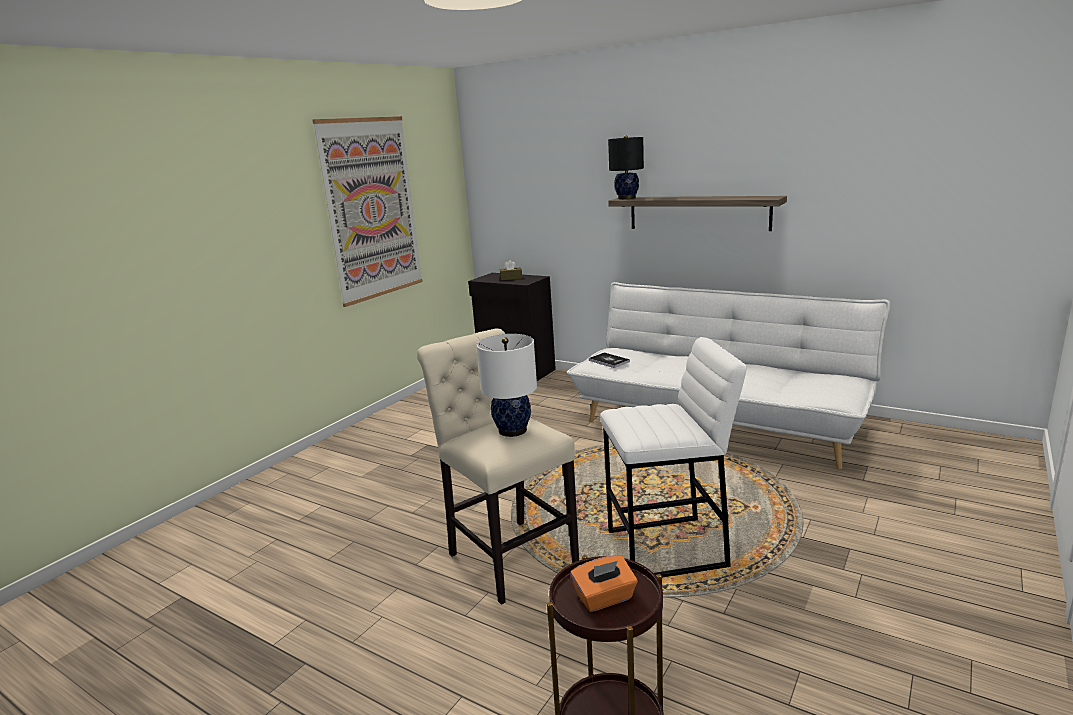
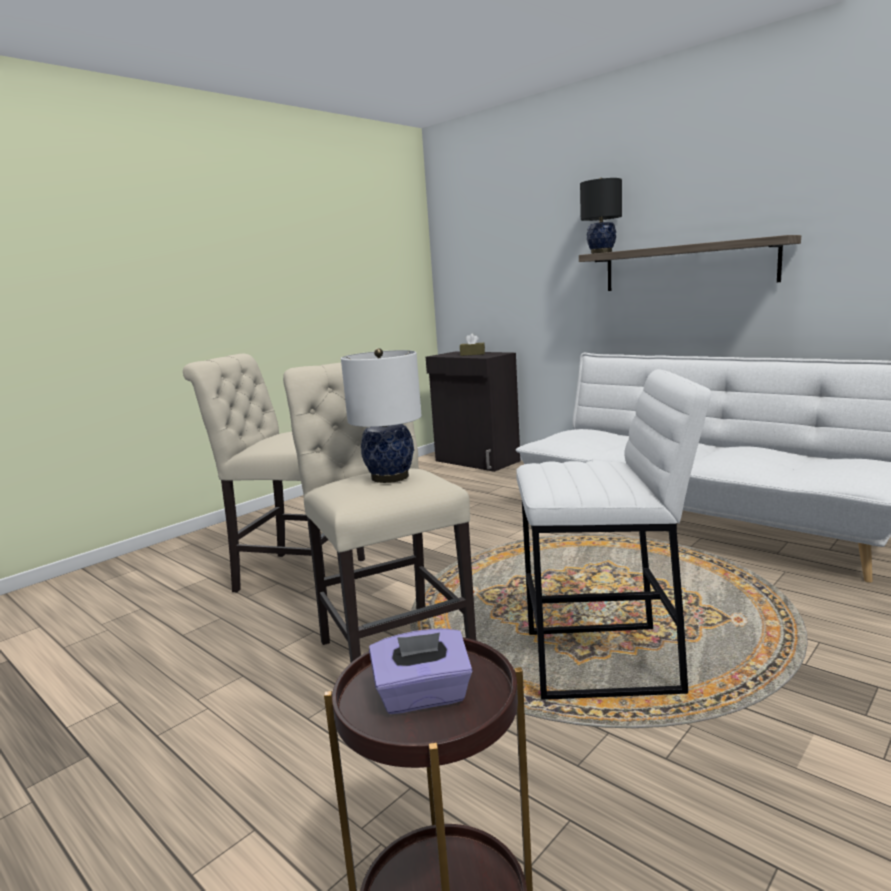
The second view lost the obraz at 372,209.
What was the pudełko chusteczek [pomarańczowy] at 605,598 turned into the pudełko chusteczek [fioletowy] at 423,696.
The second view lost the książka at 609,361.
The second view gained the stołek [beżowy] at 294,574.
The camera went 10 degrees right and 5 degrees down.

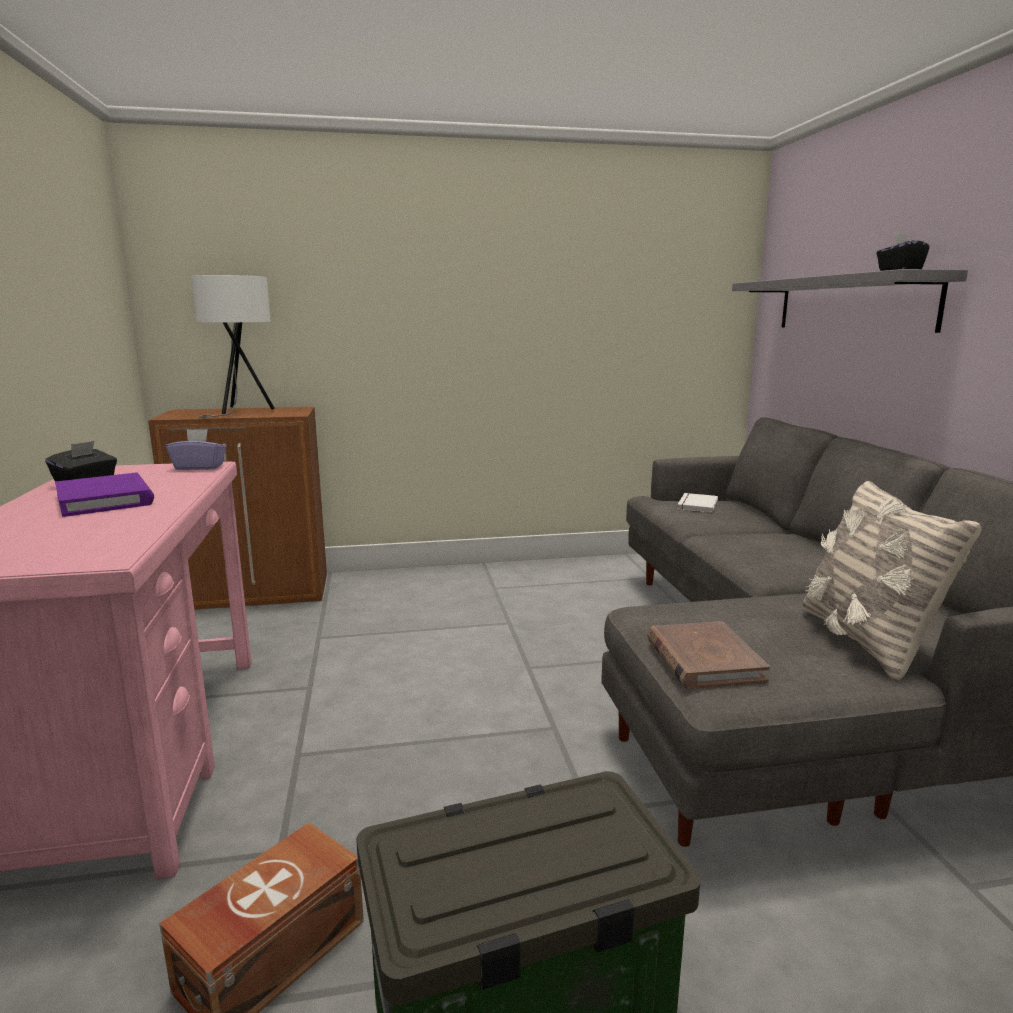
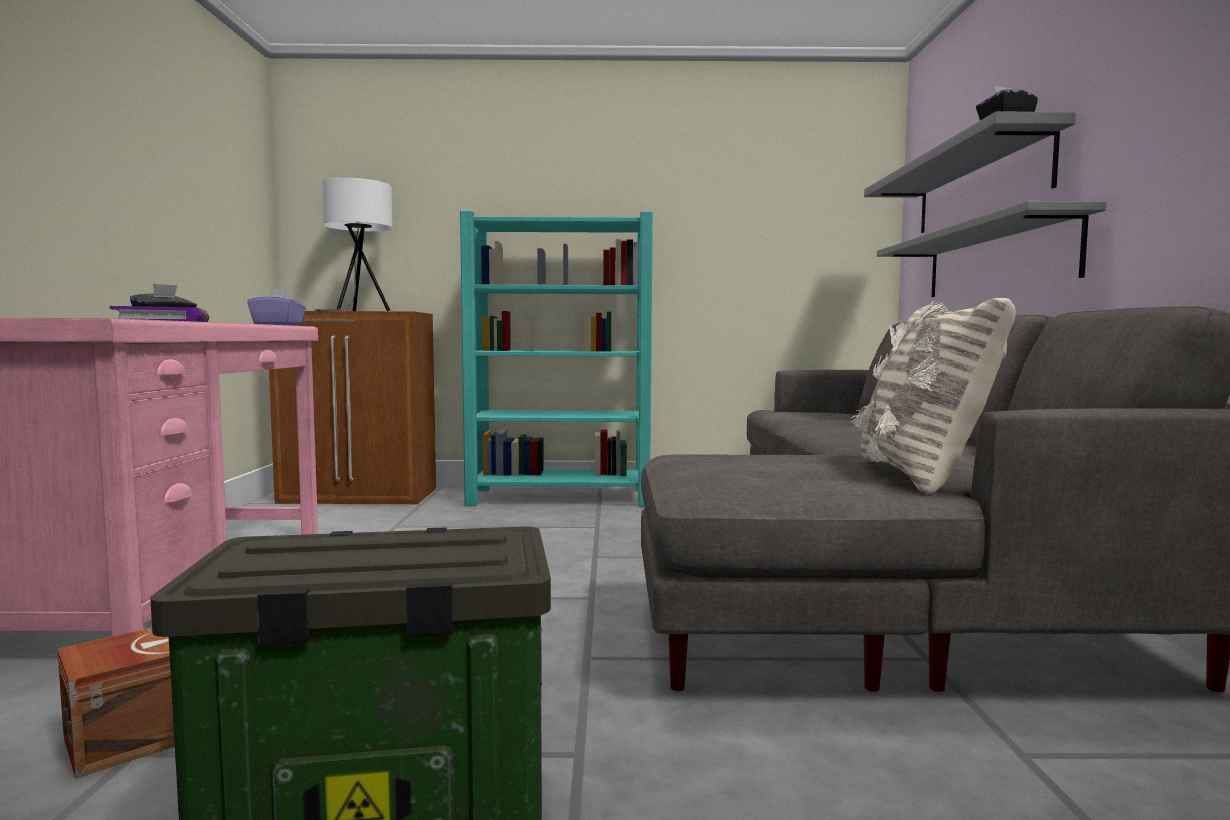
The second view lost the książka [brązowy] at 703,660.
The second view lost the książka [biały] at 696,505.
The second view gained the regał [turkusowy] at 560,497.
The second view gained the półka [szary] at 995,260.
The camera went 10 degrees right and 10 degrees down.

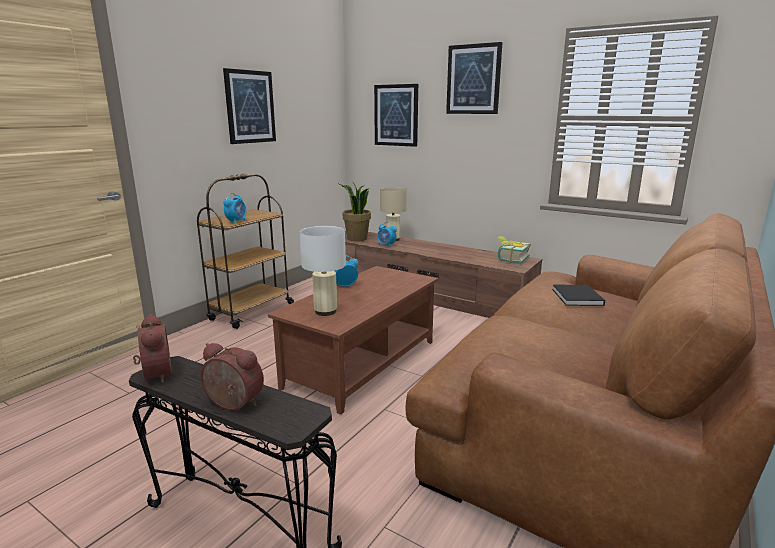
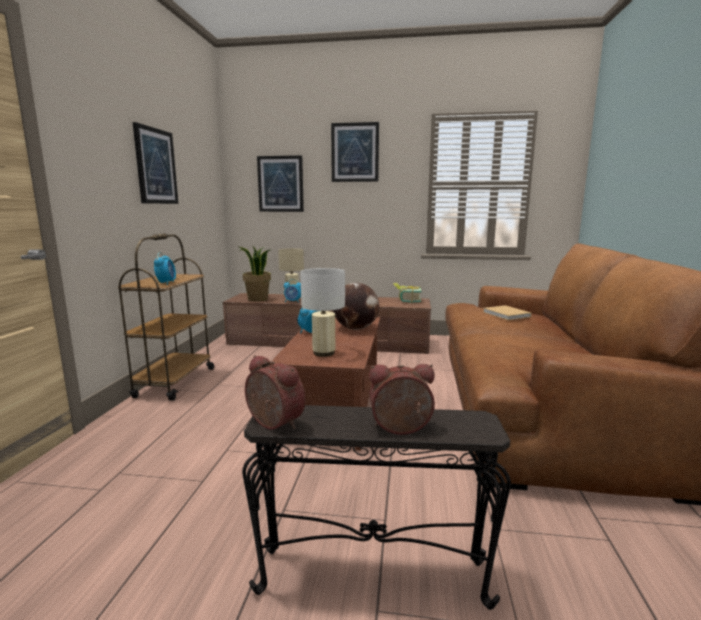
What was the książka [czarny] at 577,297 turned into the książka [beżowy] at 507,314.
The second view gained the globus at 355,328.
The camera went 25 degrees left and 5 degrees down.

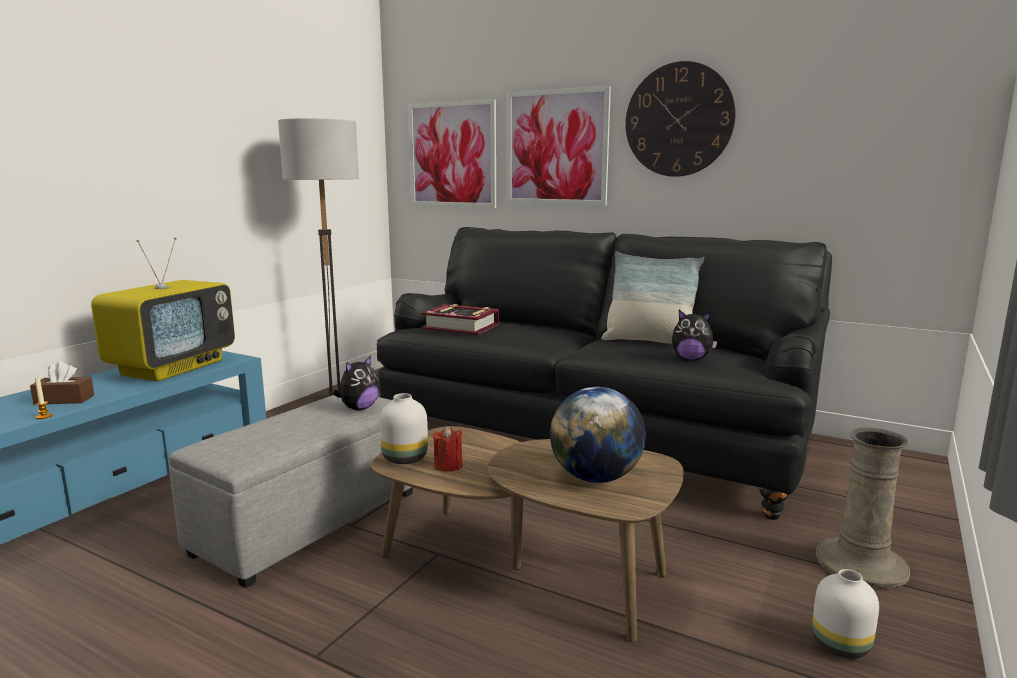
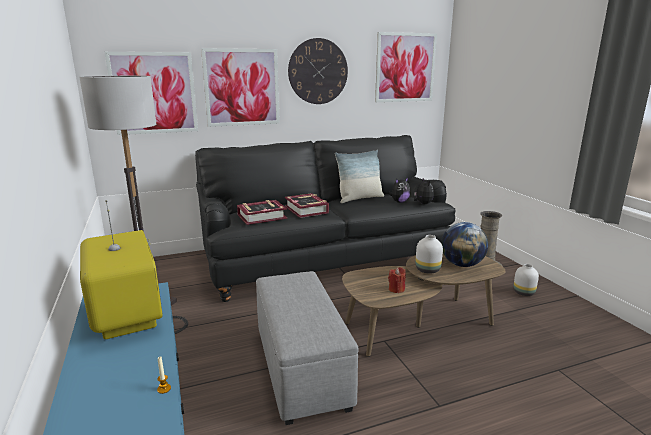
The second view lost the pudełko chusteczek [brązowy] at 64,400.
The pluszak ended up elsewhere, having gone from 359,408 to 422,203.
The wazon [biały] ended up elsewhere, having gone from 404,459 to 428,270.
The second view gained the książka at 306,210.
The second view gained the obraz at 405,67.
The camera went 50 degrees left and 5 degrees up.

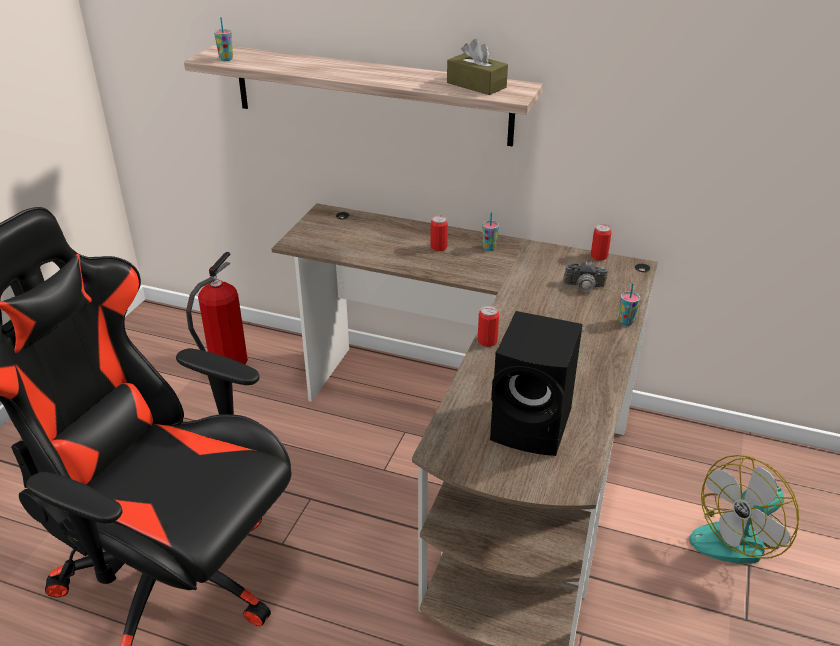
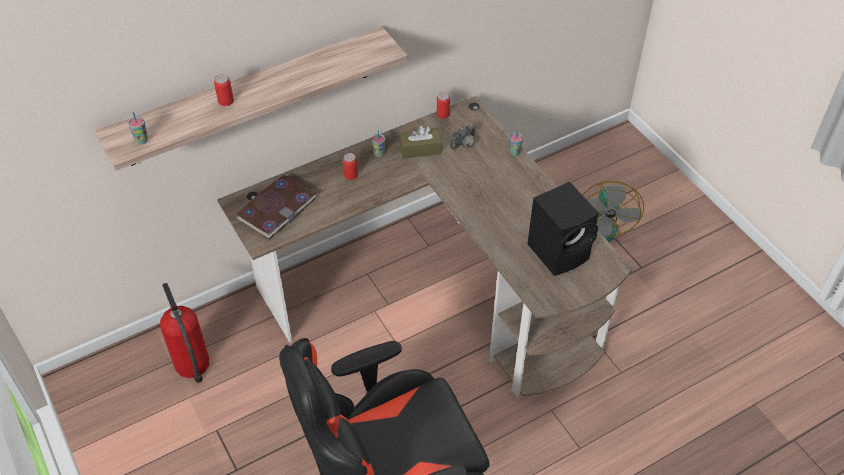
The pudełko chusteczek [brązowy] ended up elsewhere, having gone from 476,85 to 420,149.
The puszka ended up elsewhere, having gone from 487,341 to 226,101.
The second view gained the książka at 276,209.
The camera went 50 degrees left and 15 degrees up.

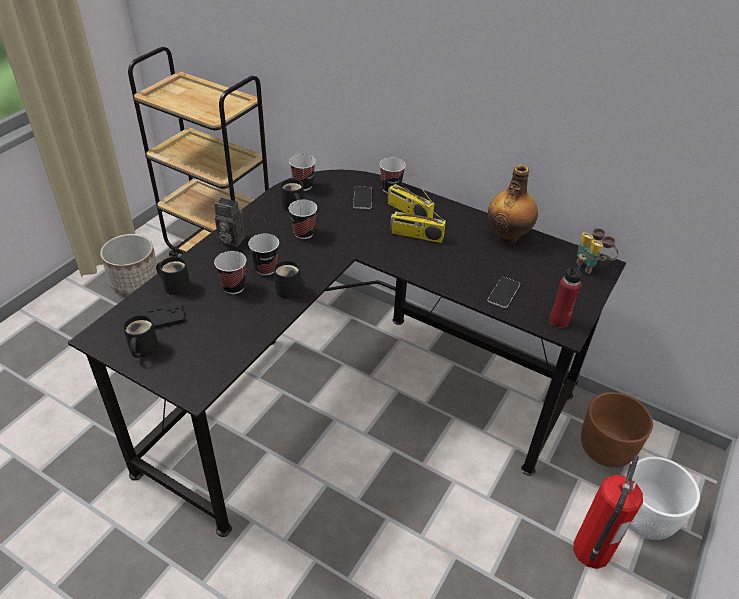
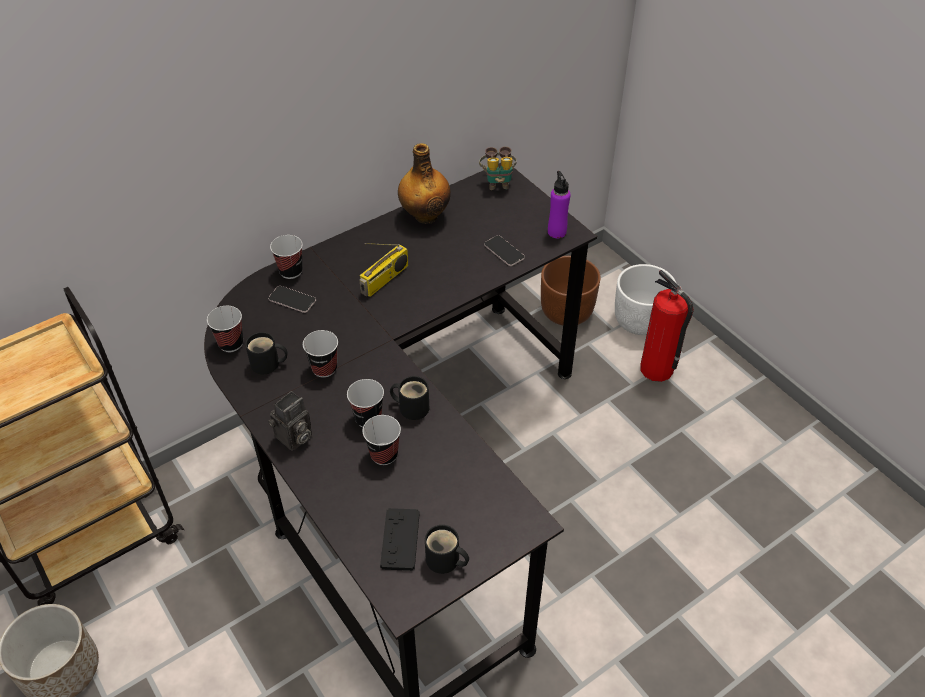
The second view lost the kubek [czarny] at 175,285.
The second view lost the radio at 408,211.
What was the butelka [czerwony] at 559,321 turned into the butelka [fioletowy] at 557,232.
The camera went 65 degrees left and 5 degrees up.

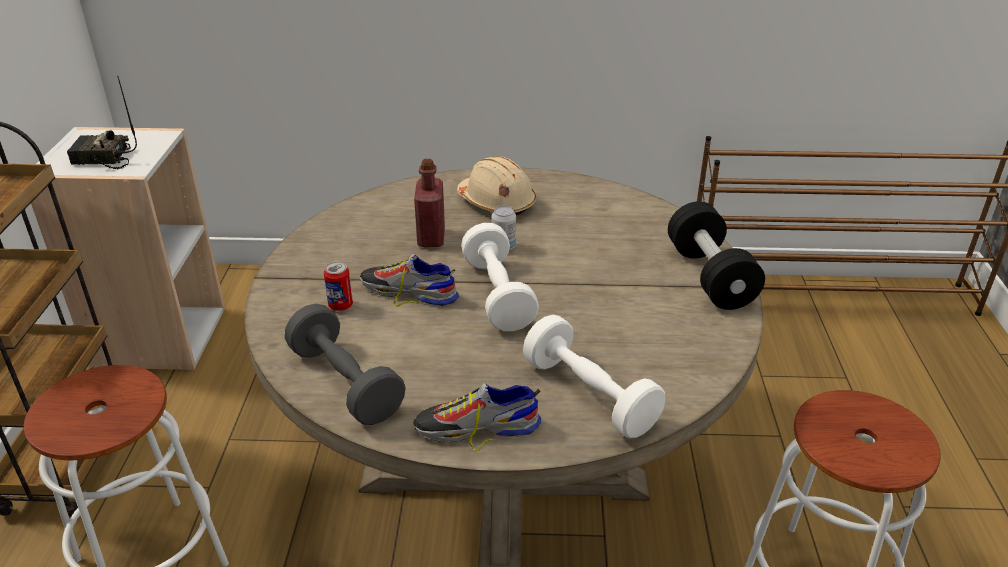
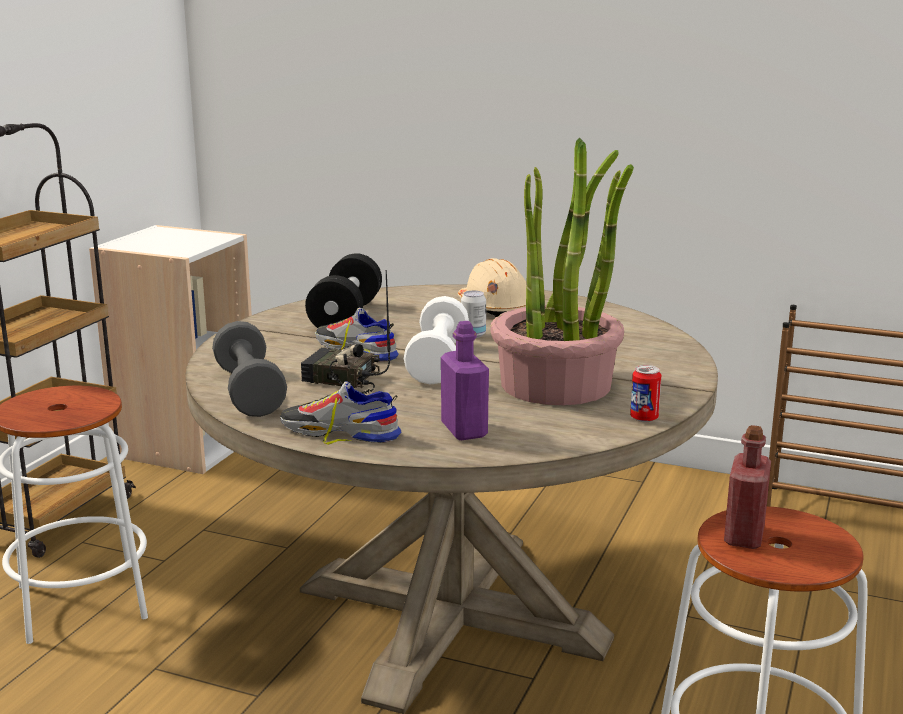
The radio ended up elsewhere, having gone from 102,159 to 341,380.
The puszka ended up elsewhere, having gone from 340,305 to 644,418.
The butelka [czerwony] ended up elsewhere, having gone from 431,238 to 744,536.
Where the hantel [biały] stood at 589,395, the butelka [fioletowy] came to stand at 464,430.
The hantel [czarny] ended up elsewhere, having gone from 710,276 to 346,316.
The second view gained the roślina doniczkowa at 557,385.
The camera went 20 degrees right and 15 degrees down.

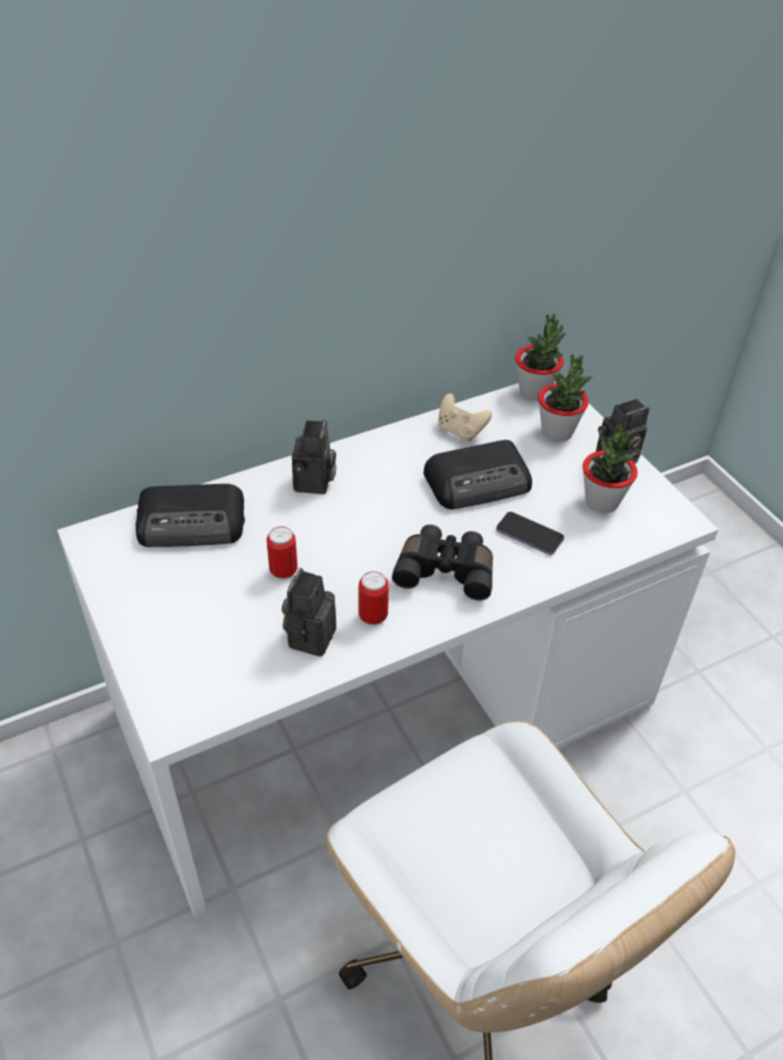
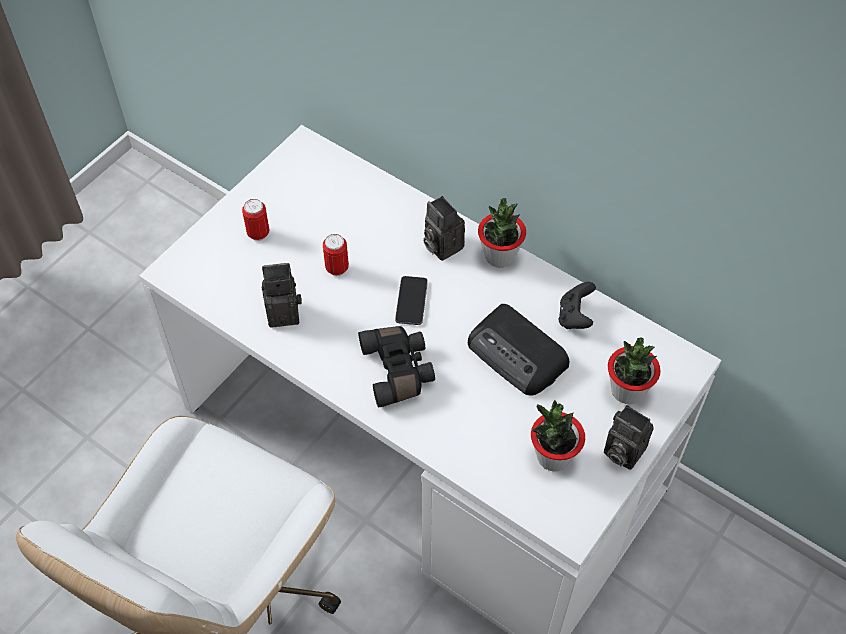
The second view lost the radio at 193,523.
The aparat fotograficzny at 314,484 ended up facing another way, 75 degrees clockwise from before.
The puszka ended up elsewhere, having gone from 373,616 to 258,233.
What was the pad do gier [beżowy] at 460,431 turned into the pad do gier [czarny] at 575,317.
The telefon ended up elsewhere, having gone from 529,535 to 411,301.
The roślina doniczkowa ended up elsewhere, having gone from 534,392 to 499,256.
The camera went 65 degrees right and 10 degrees up.

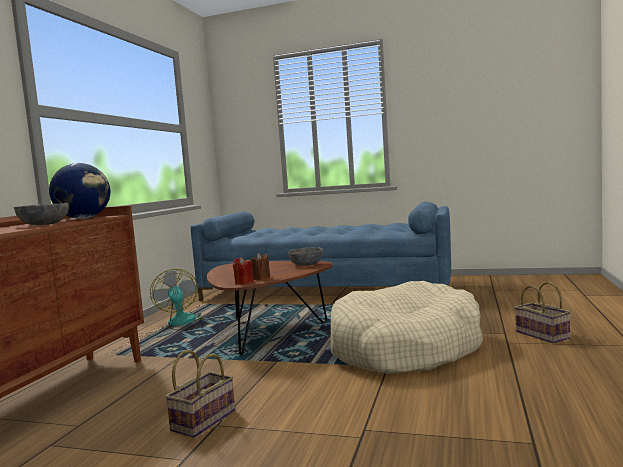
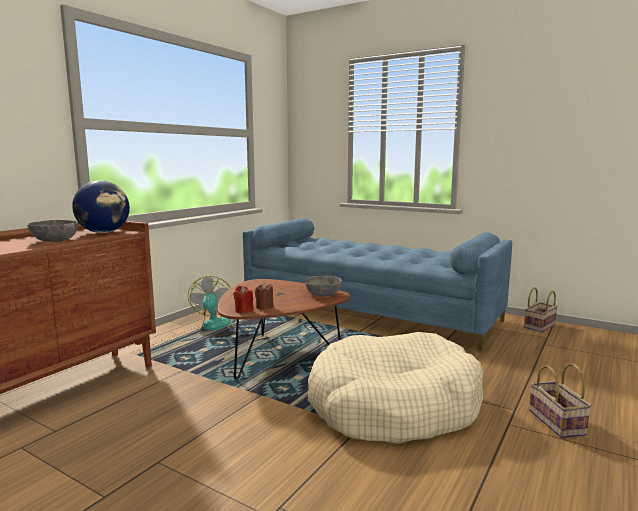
The koszyk ended up elsewhere, having gone from 204,419 to 539,326.
The camera went 15 degrees right and 5 degrees up.

